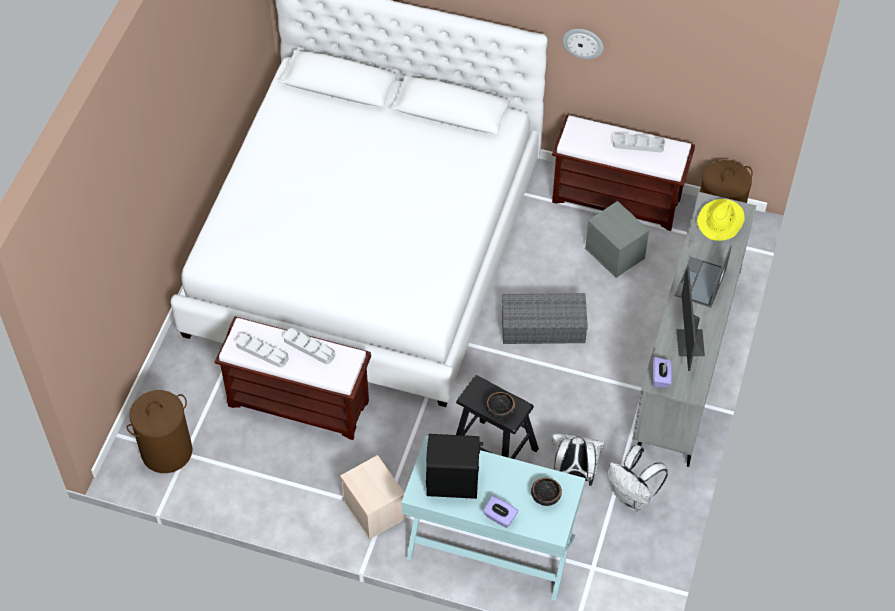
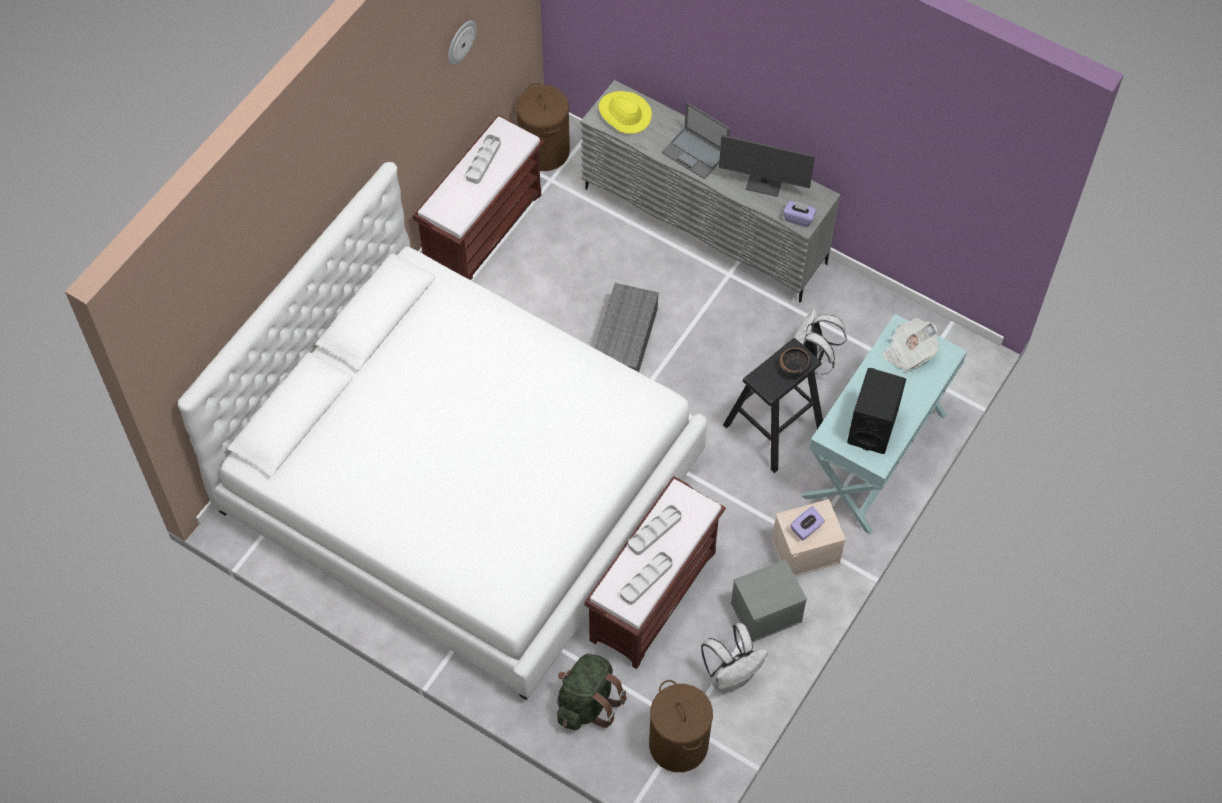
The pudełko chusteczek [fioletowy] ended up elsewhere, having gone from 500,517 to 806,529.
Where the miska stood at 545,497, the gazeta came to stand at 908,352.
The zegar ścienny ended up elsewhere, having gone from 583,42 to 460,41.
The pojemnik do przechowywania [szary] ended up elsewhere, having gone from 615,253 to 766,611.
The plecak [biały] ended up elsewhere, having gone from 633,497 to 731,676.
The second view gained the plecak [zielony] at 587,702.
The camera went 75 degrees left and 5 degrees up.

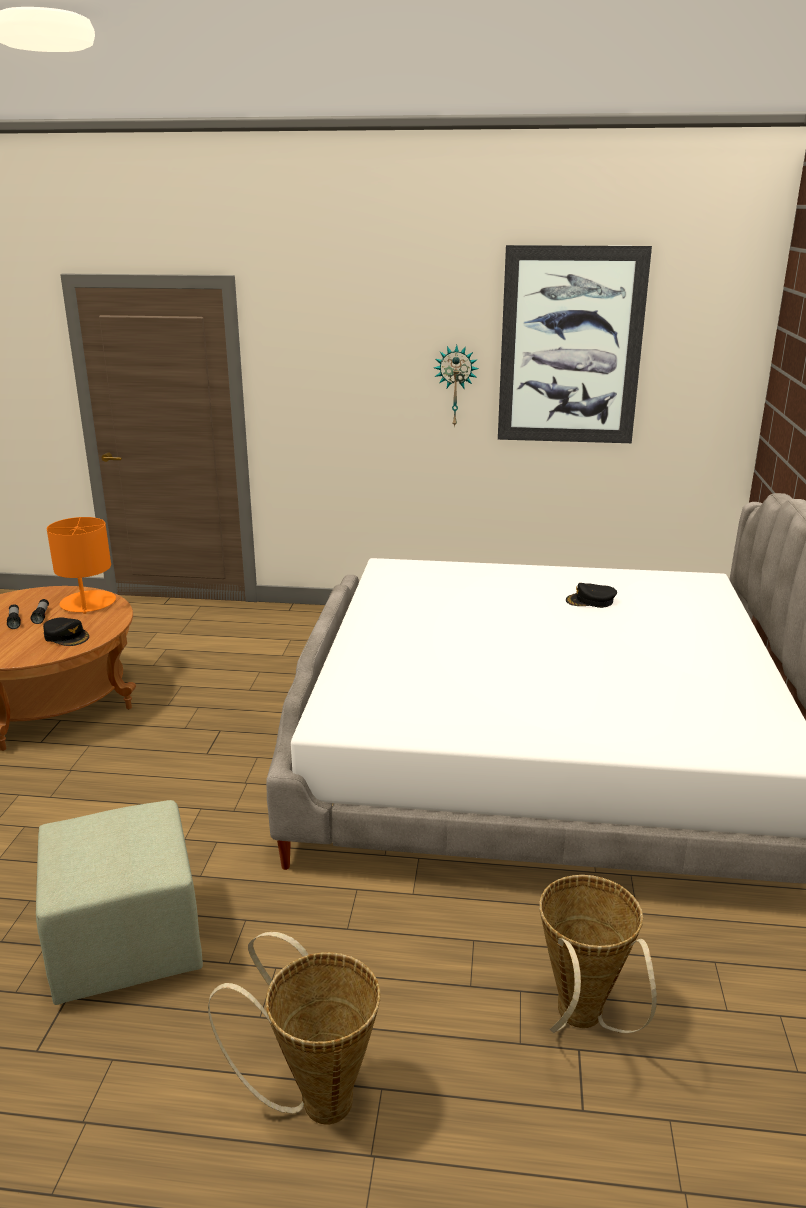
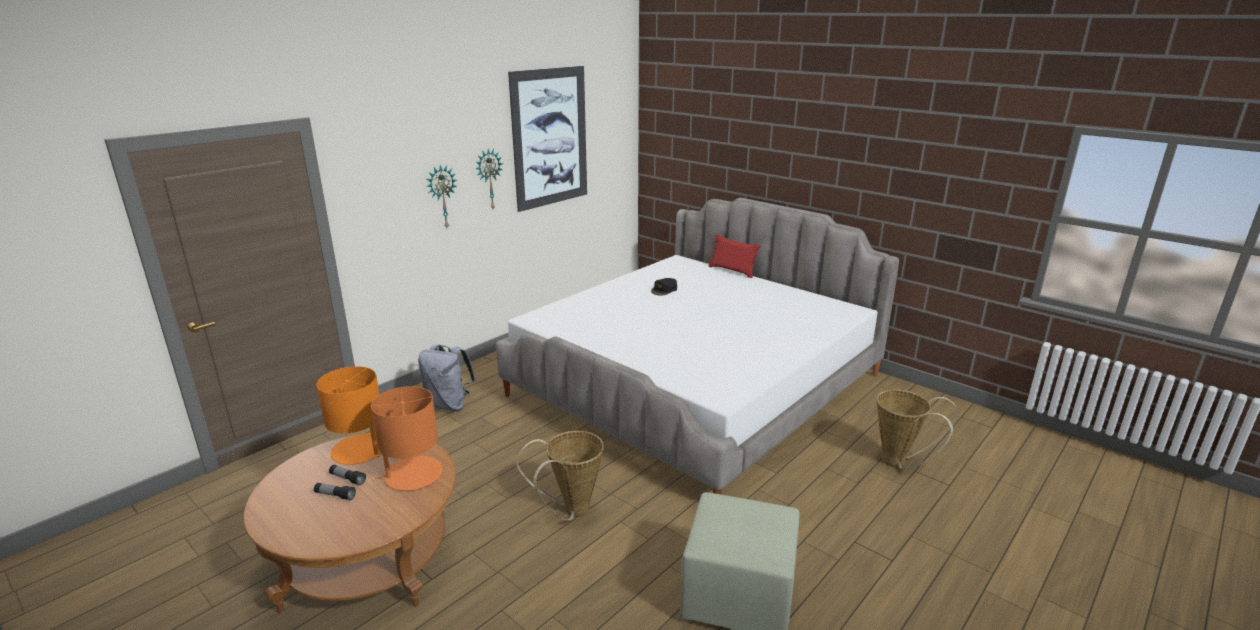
Where the czapka z daszkiem [czarny] stood at 66,636, the lampa stołowa [pomarańczowy] came to stand at 413,475.
The koszyk ended up elsewhere, having gone from 316,1098 to 571,511.
The second view gained the plecak [szary] at 449,405.
The second view gained the zegar ścienny at 442,197.
The second view gained the poduszka [czerwony] at 732,271.
The camera went 55 degrees left and 0 degrees up.

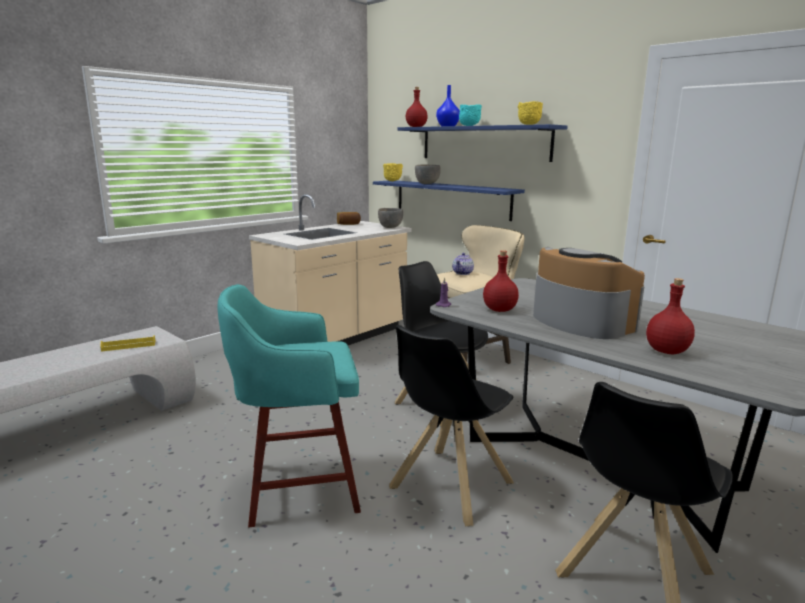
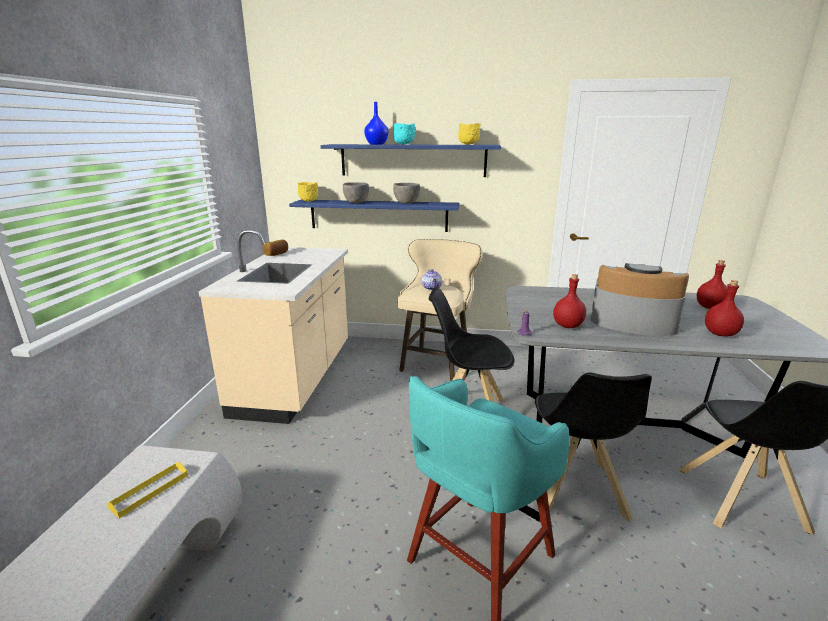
The miska [szary] ended up elsewhere, having gone from 390,227 to 406,203.
The butelka [czerwony] ended up elsewhere, having gone from 416,127 to 709,307.
The camera went 35 degrees left and 5 degrees up.

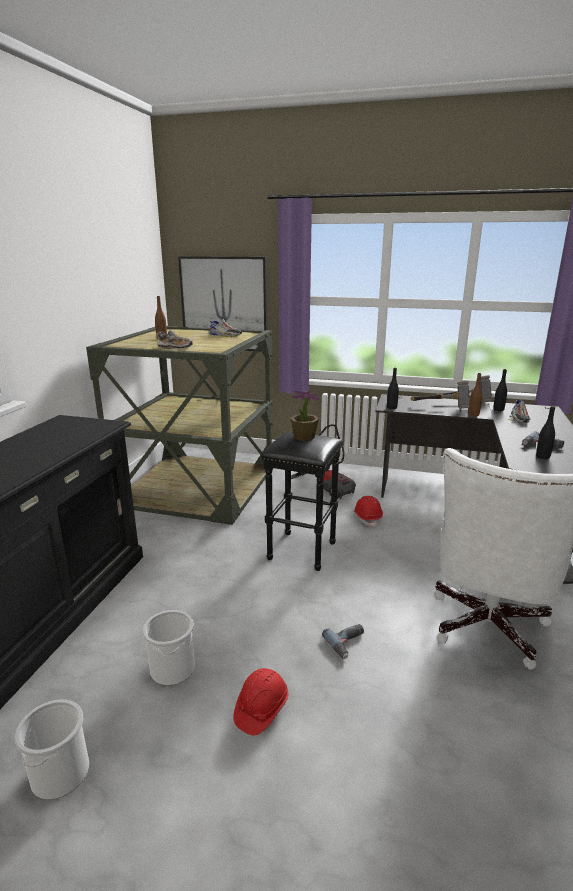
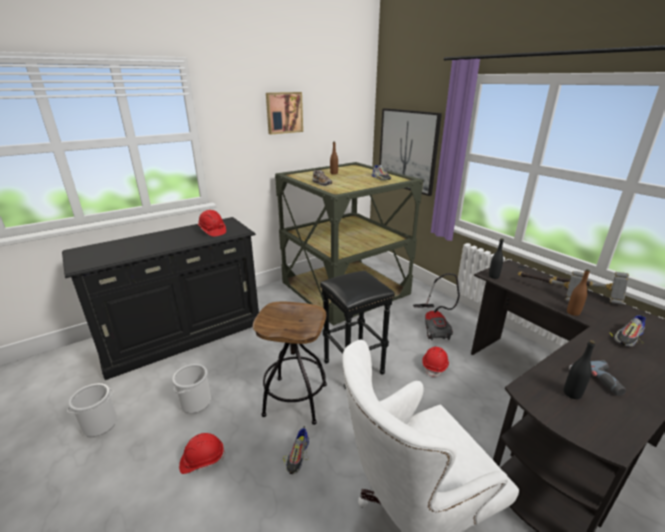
The second view lost the roślina doniczkowa at 304,437.
Where the wiertarka stood at 348,643, the but came to stand at 297,455.
The second view lost the butelka [czarny] at 498,410.
The second view gained the kask [czerwony] at 212,231.
The second view gained the stołek [brązowy] at 296,399.
The second view gained the obraz at 284,112.
The camera went 40 degrees right and 5 degrees up.

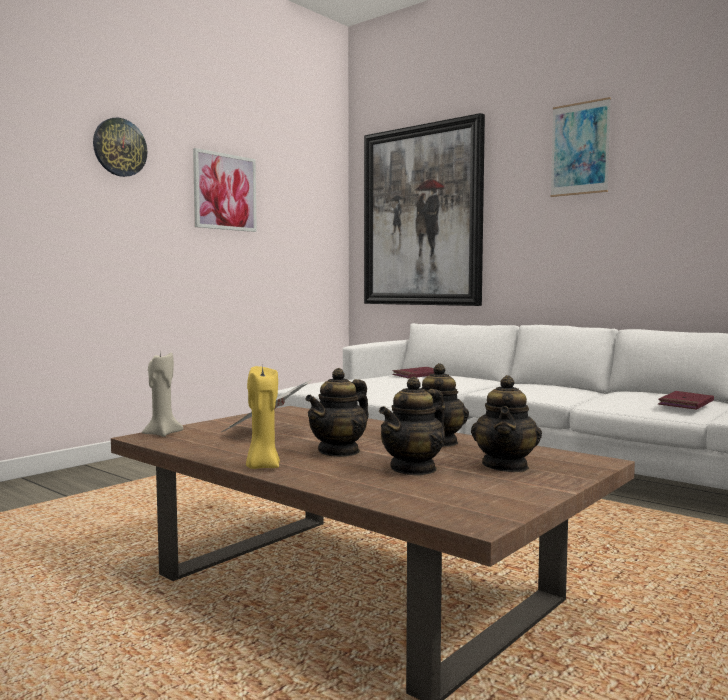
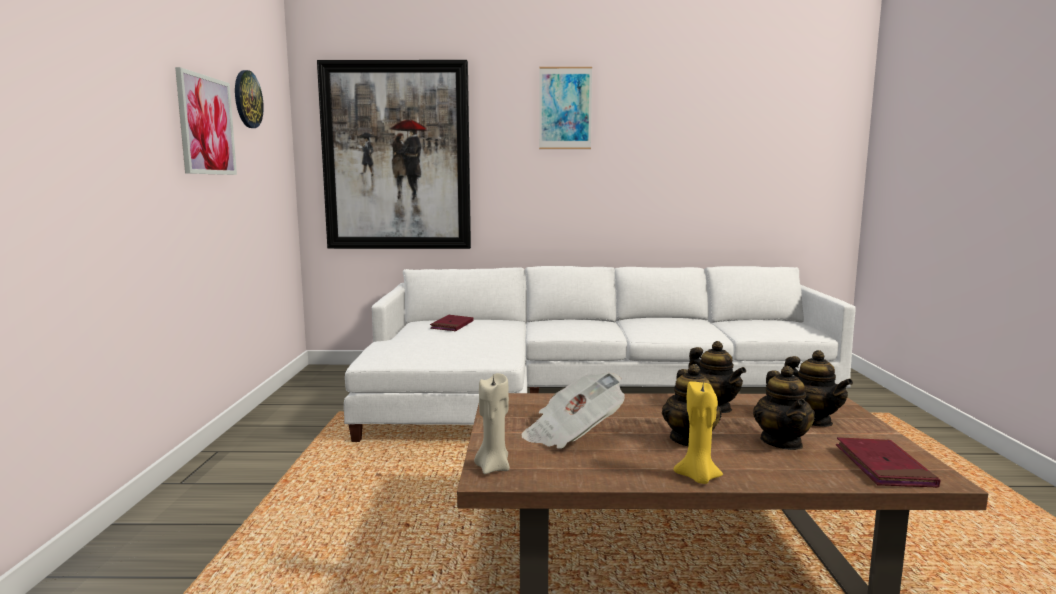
The zegar ścienny ended up elsewhere, having gone from 119,147 to 247,99.
The książka [czerwony] ended up elsewhere, having gone from 685,404 to 883,467.
The camera went 40 degrees left and 5 degrees up.

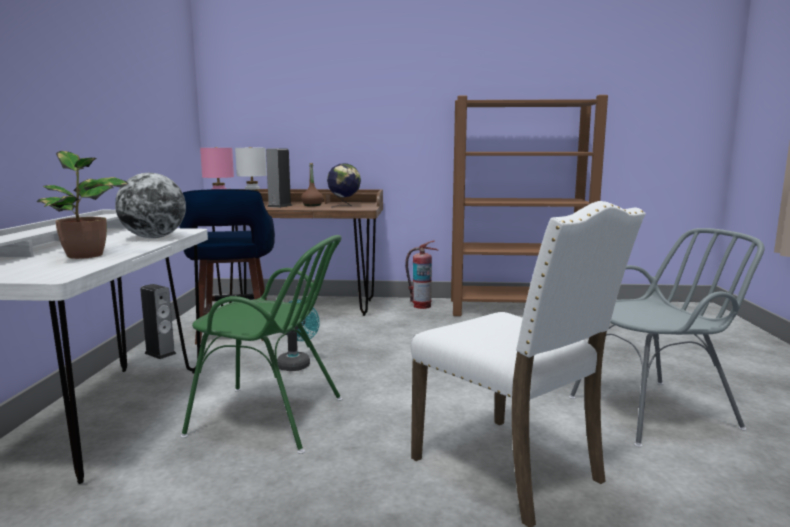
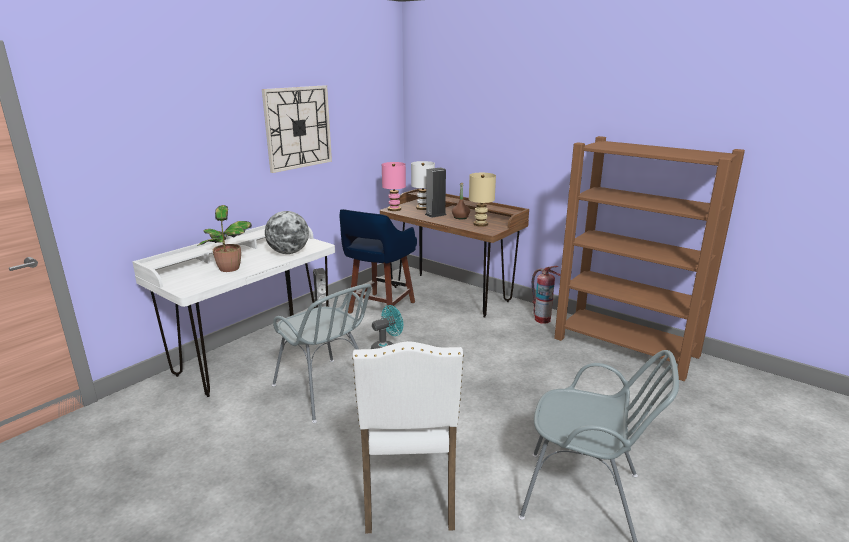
What was the krzesło [zielony] at 273,417 turned into the krzesło [szary] at 327,390.
Where the globus stood at 344,206, the lampa stołowa [beżowy] came to stand at 481,224.
The second view gained the zegar ścienny at 298,127.
The camera went 35 degrees right and 10 degrees up.

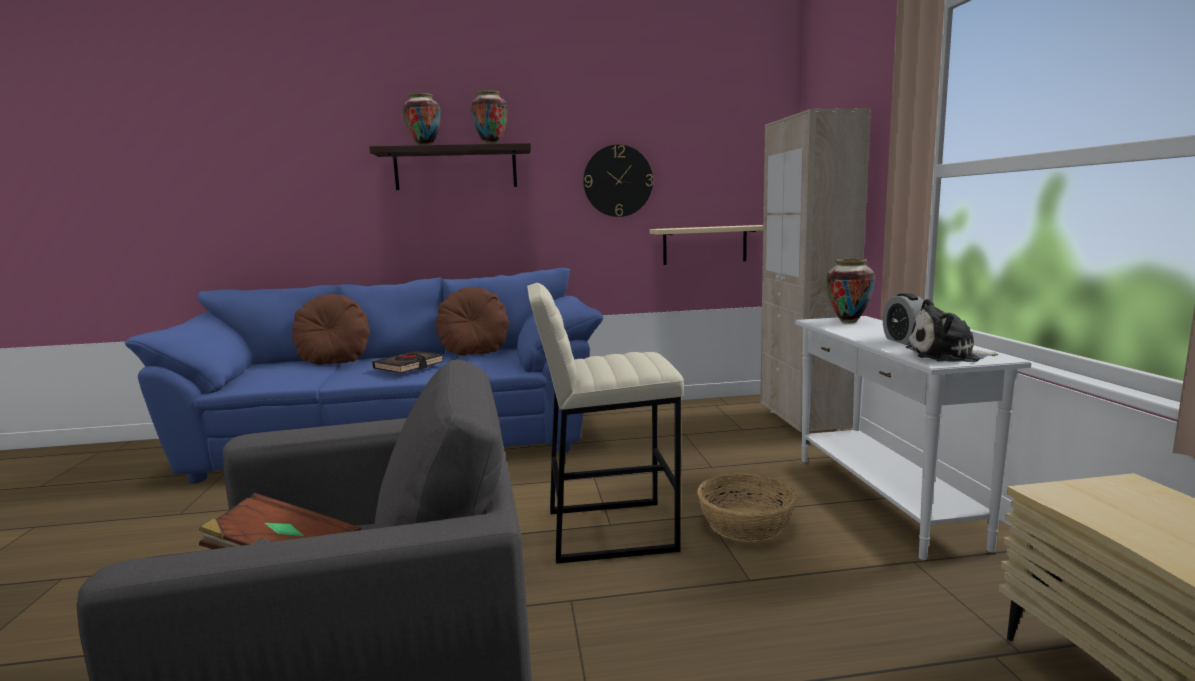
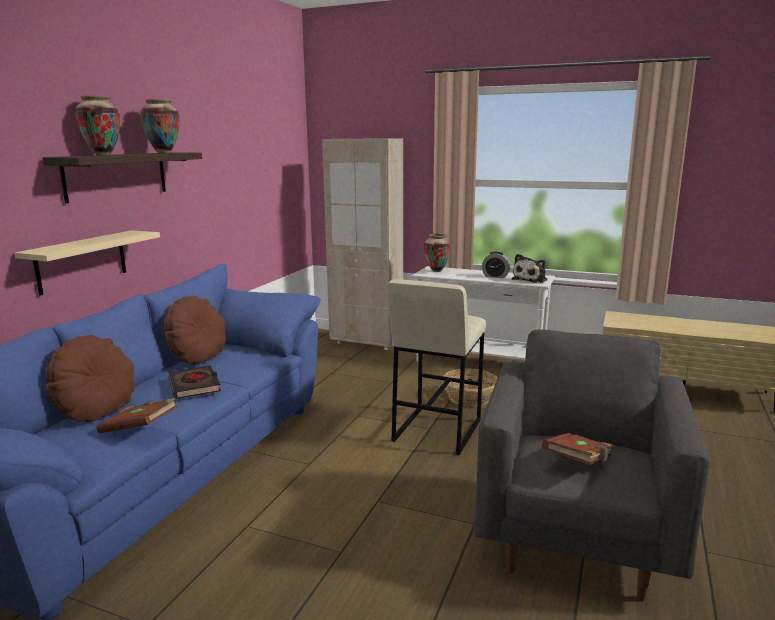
The second view lost the zegar ścienny at 618,181.
The półka [beżowy] ended up elsewhere, having gone from 705,245 to 82,261.
The second view gained the książka [brązowy] at 140,428.
The camera went 60 degrees left and 5 degrees up.

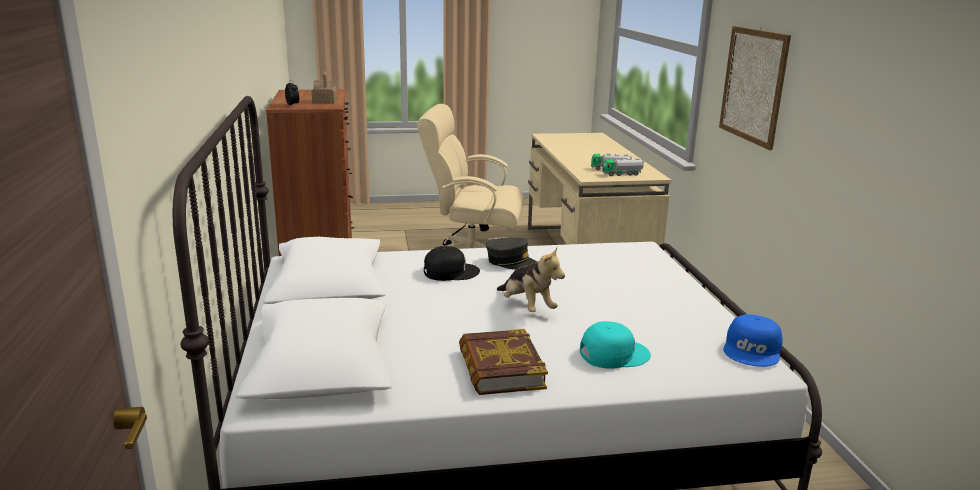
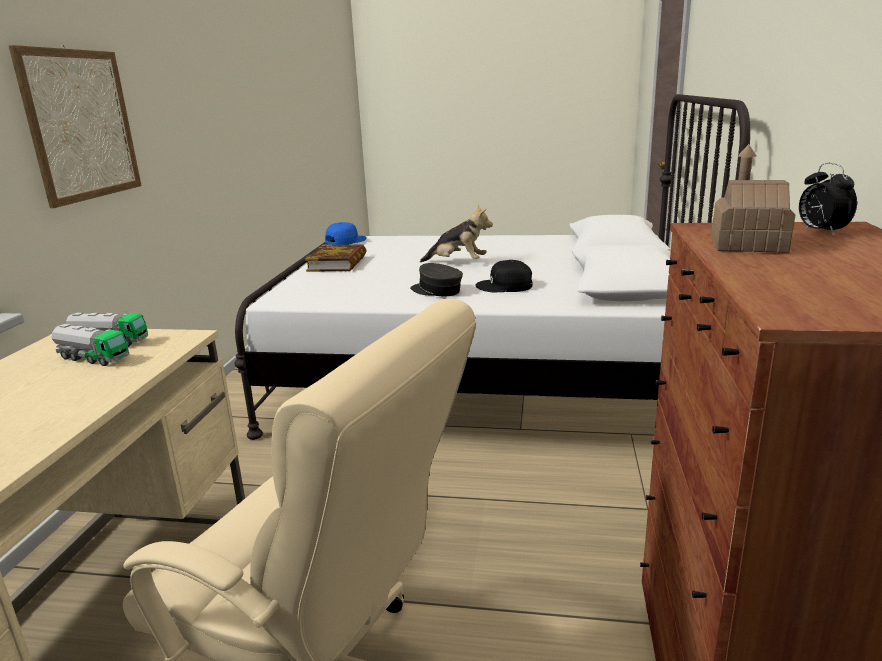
The książka ended up elsewhere, having gone from 500,369 to 338,263.
The pluszak at 527,307 ended up facing another way, 120 degrees clockwise from before.
The second view lost the czapka z daszkiem [turkusowy] at 613,354.
The camera went 160 degrees left and 0 degrees up.

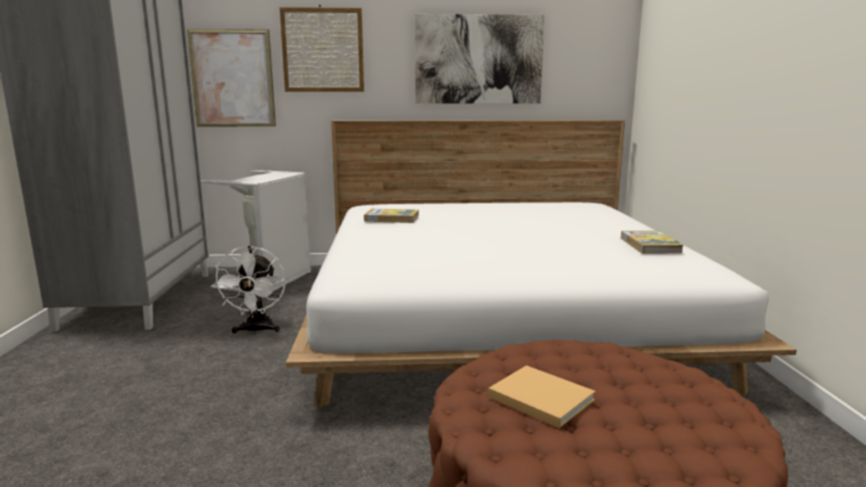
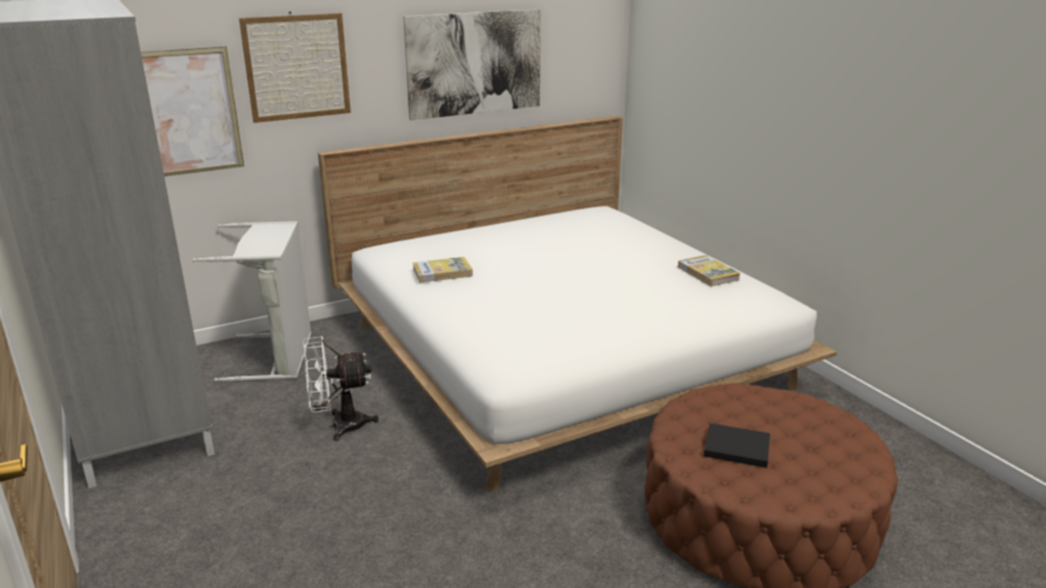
The wentylator [biały] at 256,330 ended up facing another way, 105 degrees clockwise from before.
What was the książka [beżowy] at 538,397 turned into the książka [czarny] at 734,447.
The camera went 25 degrees left and 10 degrees up.

